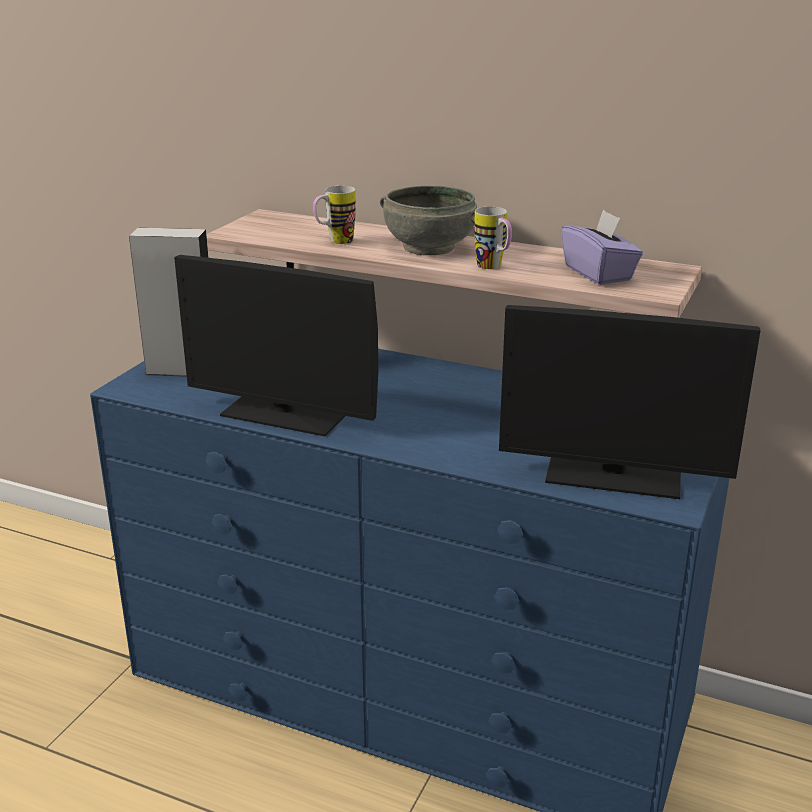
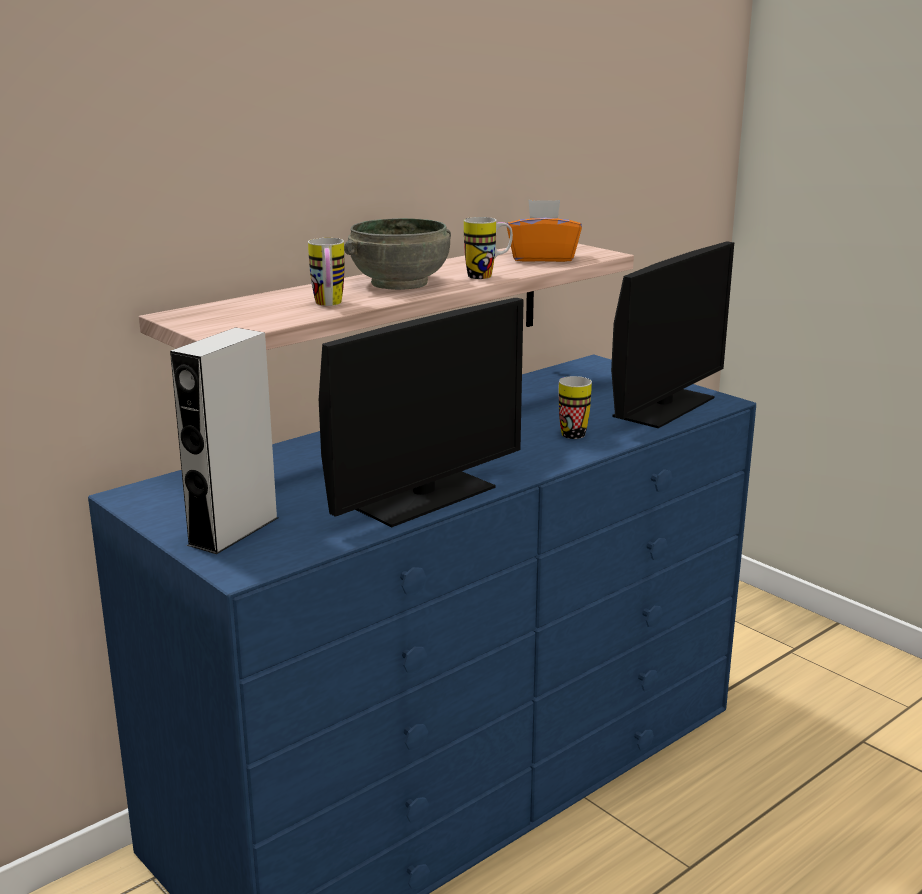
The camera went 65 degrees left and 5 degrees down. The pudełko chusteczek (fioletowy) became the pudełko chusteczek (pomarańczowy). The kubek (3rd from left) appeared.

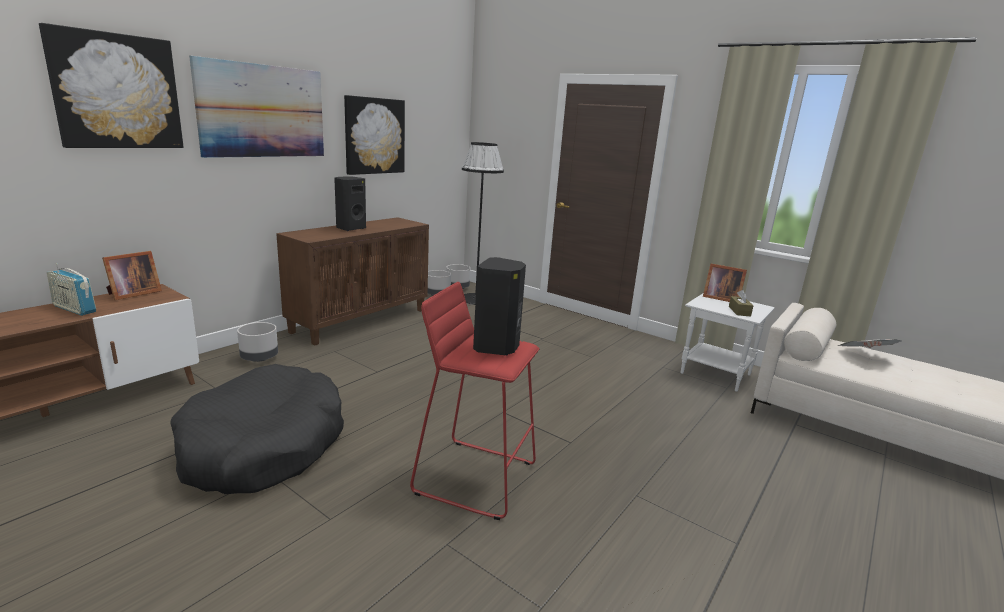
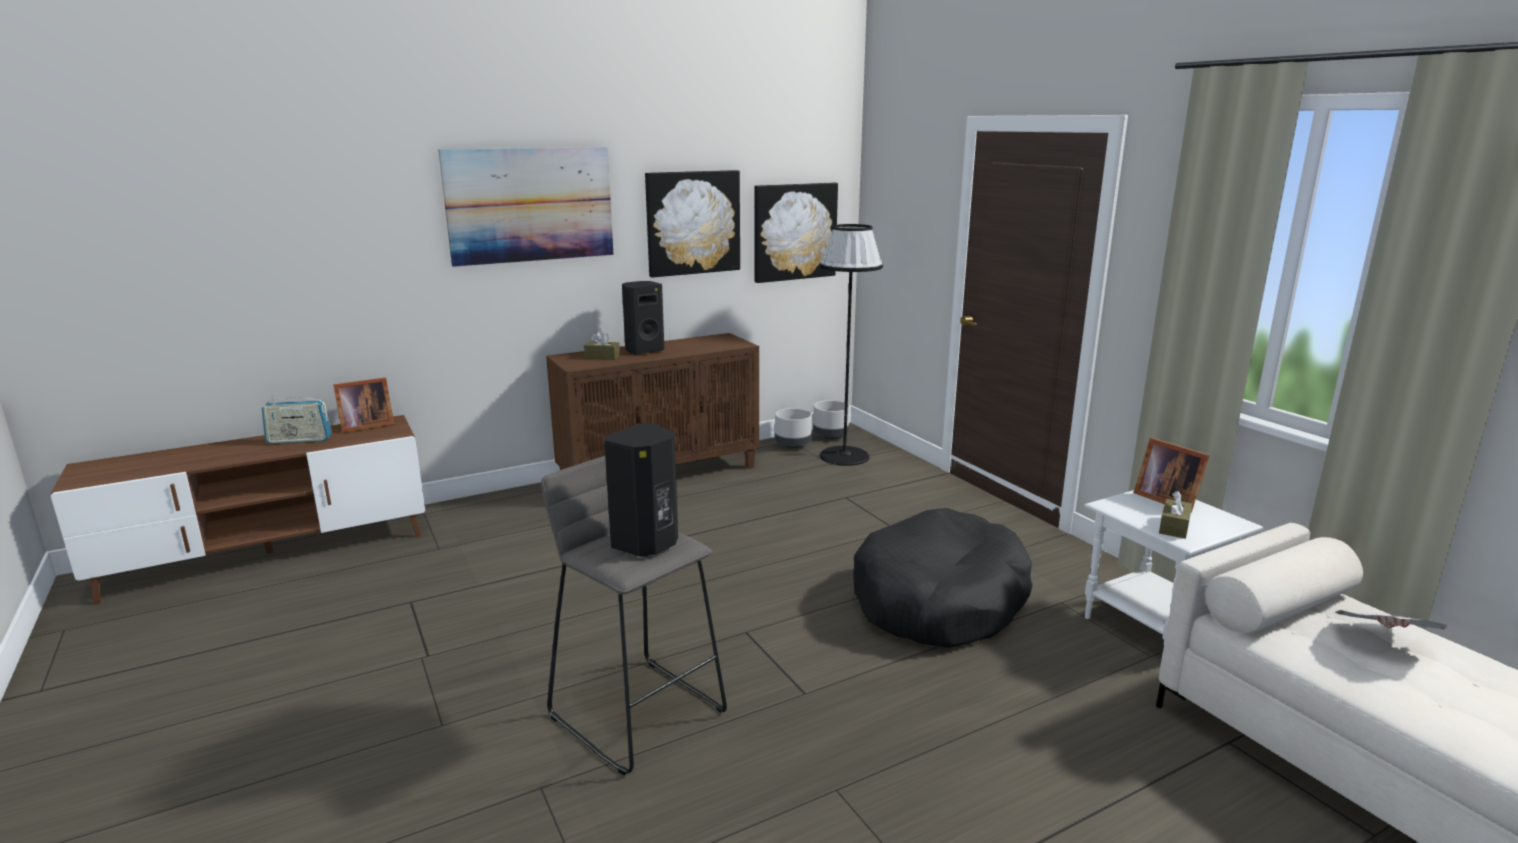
The camera went 25 degrees right and 0 degrees up. The obraz (1st from left in the first image) moved. The radio turned 60 degrees counterclockwise. The legowisko (czarny) moved. The donica (szary) (1st from left) disappeared. The stołek (czerwony) became the stołek (szary). The pudełko chusteczek (brązowy) (1st from left) appeared.

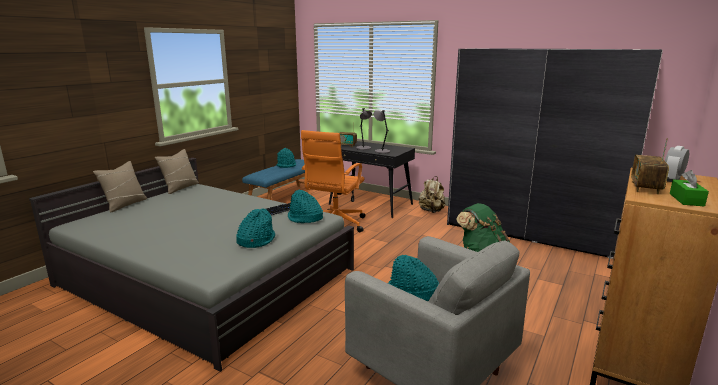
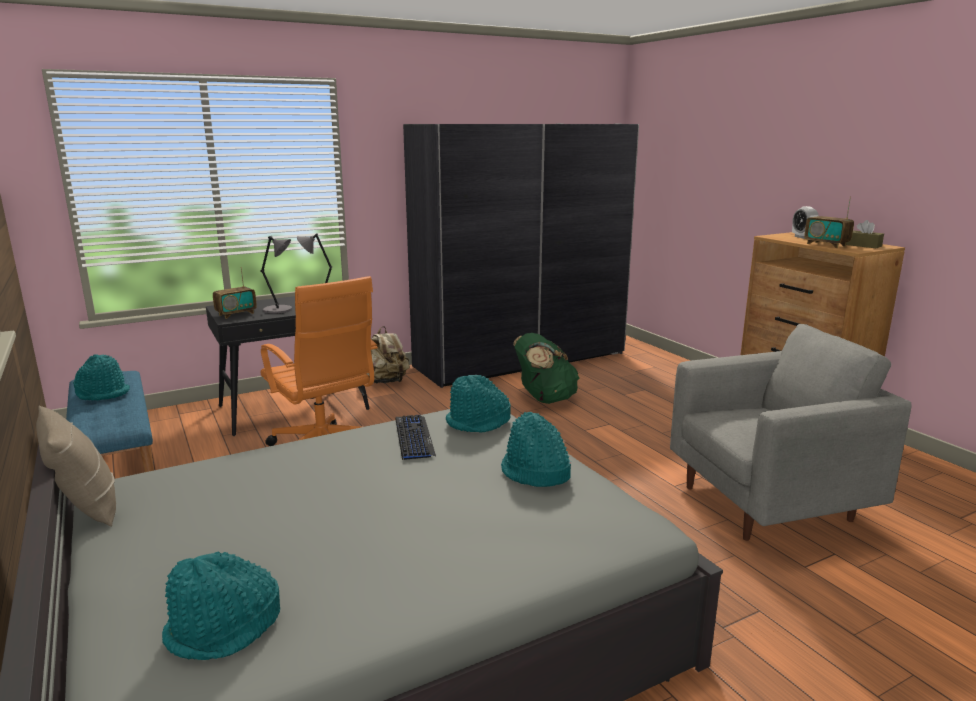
The camera went 60 degrees left and 0 degrees up. The poduszka (beżowy) (1st from left) disappeared. The kapelusz (turkusowy) (4th from left in the first image) moved. The pudełko chusteczek (zielony) became the pudełko chusteczek (brązowy).

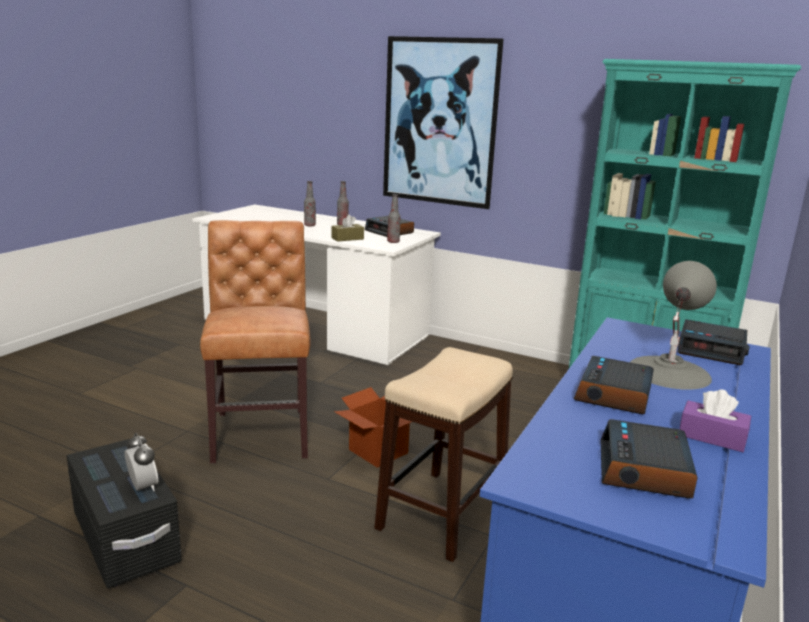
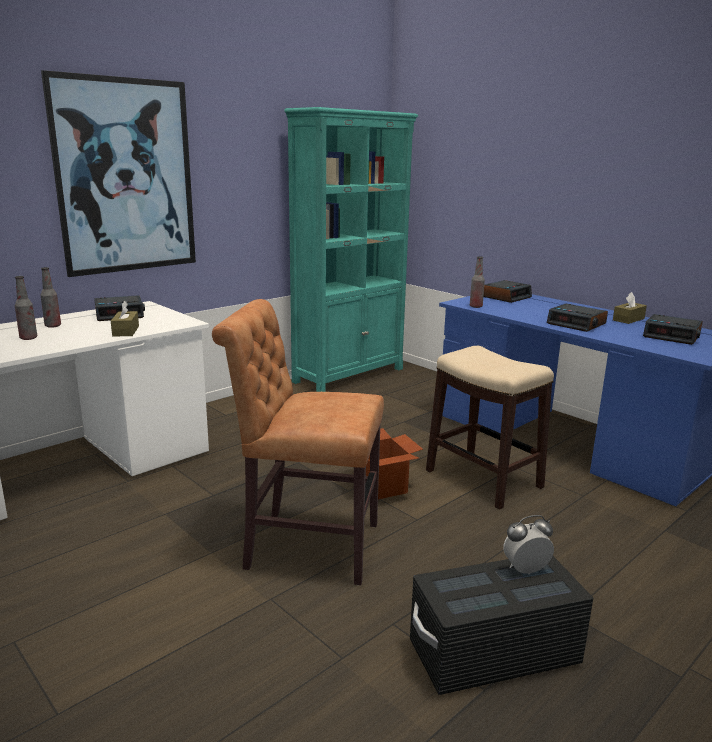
The camera went 70 degrees left and 0 degrees up. The butelka (3rd from left) moved. The lampa stołowa (szary) disappeared. The pudełko chusteczek (fioletowy) became the pudełko chusteczek (brązowy) (2nd from left).

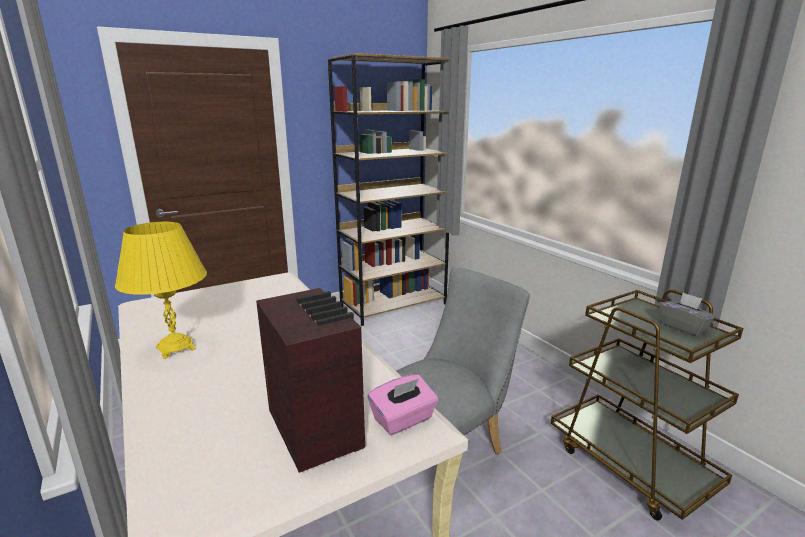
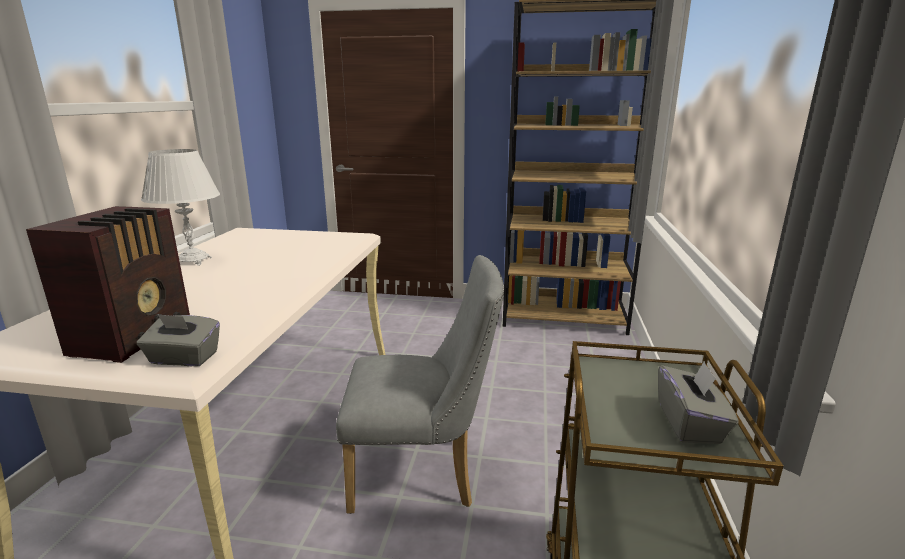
The camera went 40 degrees right and 0 degrees up. The lampa stołowa (żółty) became the lampa stołowa (biały). The pudełko chusteczek (różowy) became the pudełko chusteczek (szary) (1st from left).

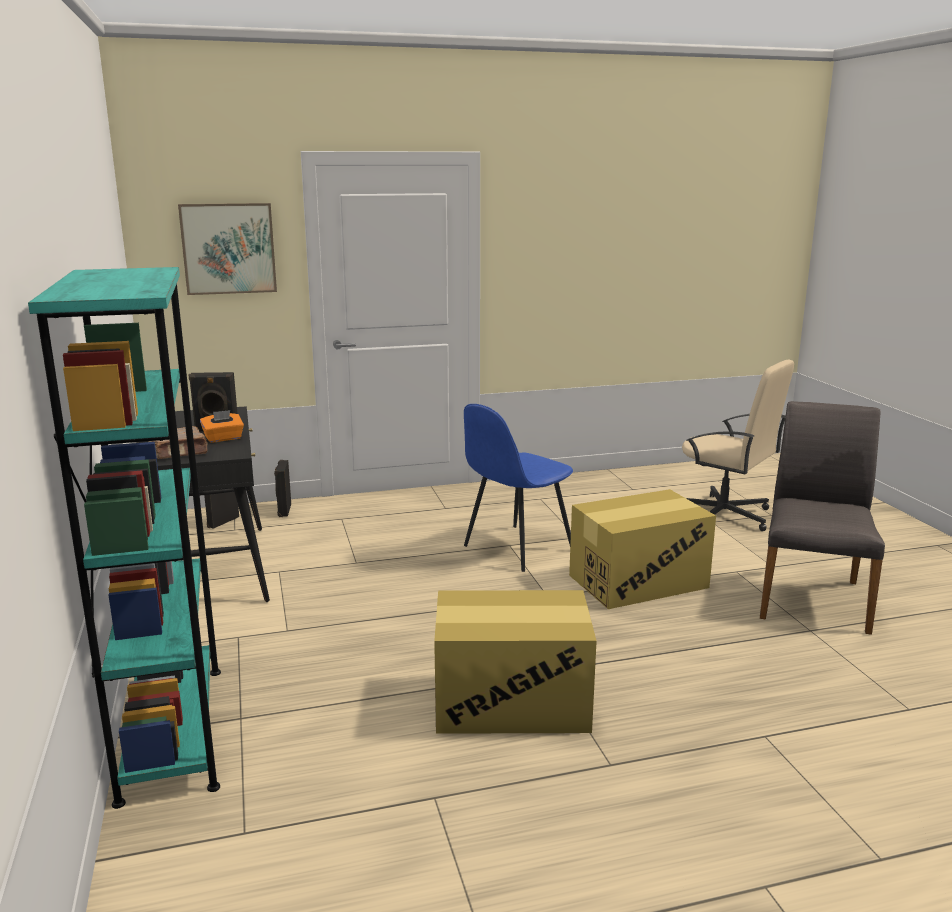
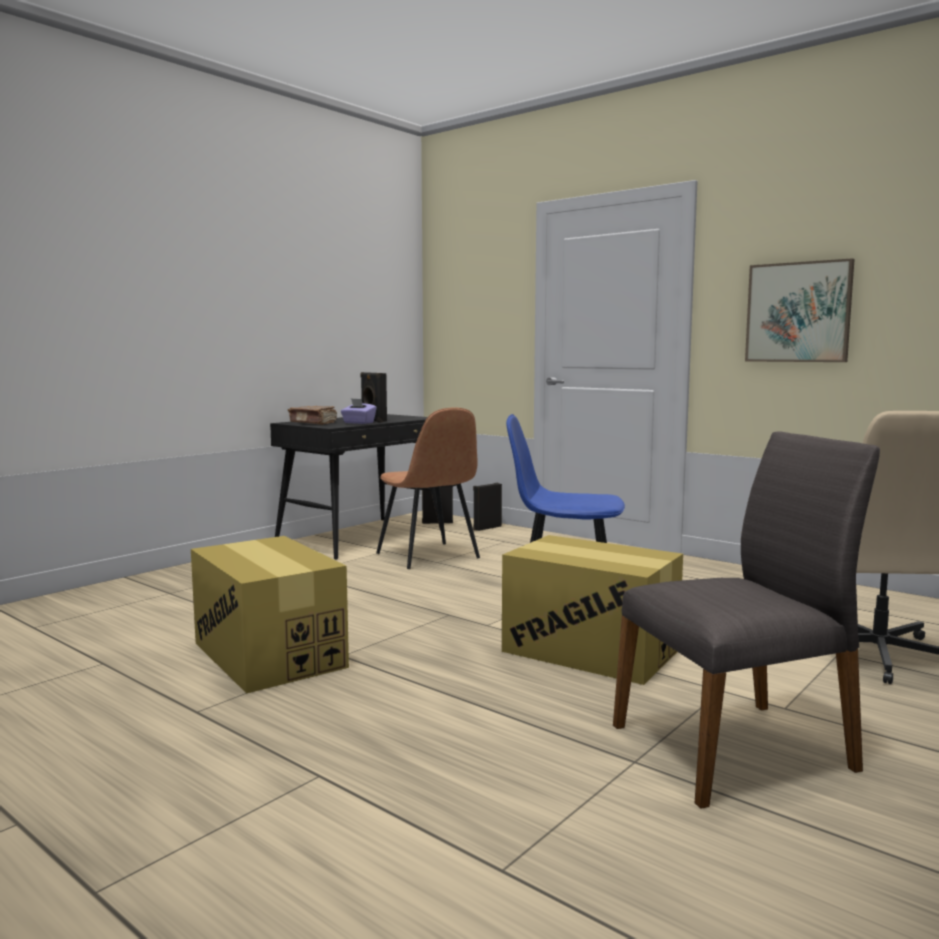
The camera went 55 degrees right and 10 degrees down. The regał (turkusowy) disappeared. The obraz moved. The pudełko chusteczek (pomarańczowy) became the pudełko chusteczek (fioletowy). The krzesło (brązowy) appeared.

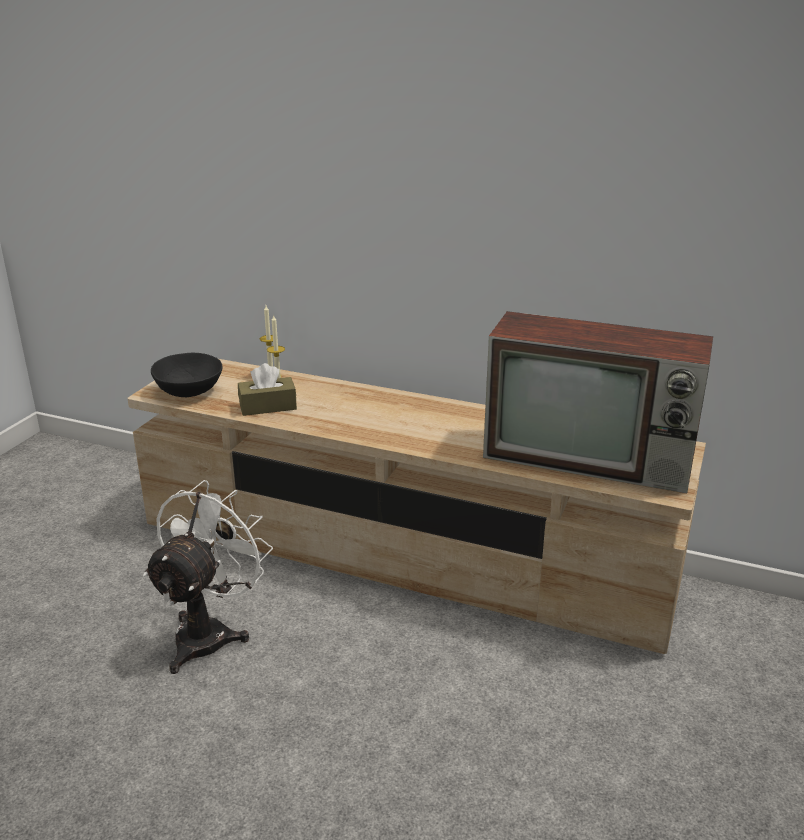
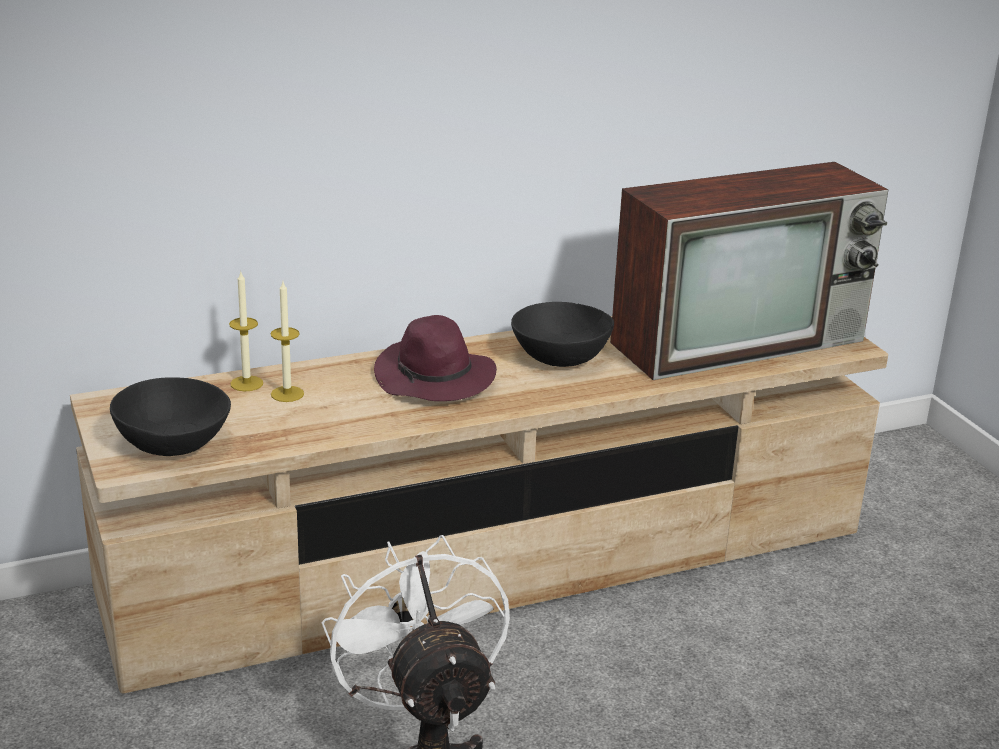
The camera went 45 degrees left and 0 degrees up. The pudełko chusteczek (brązowy) disappeared. The kapelusz (fioletowy) appeared. The miska (czarny) (2nd from left) appeared.

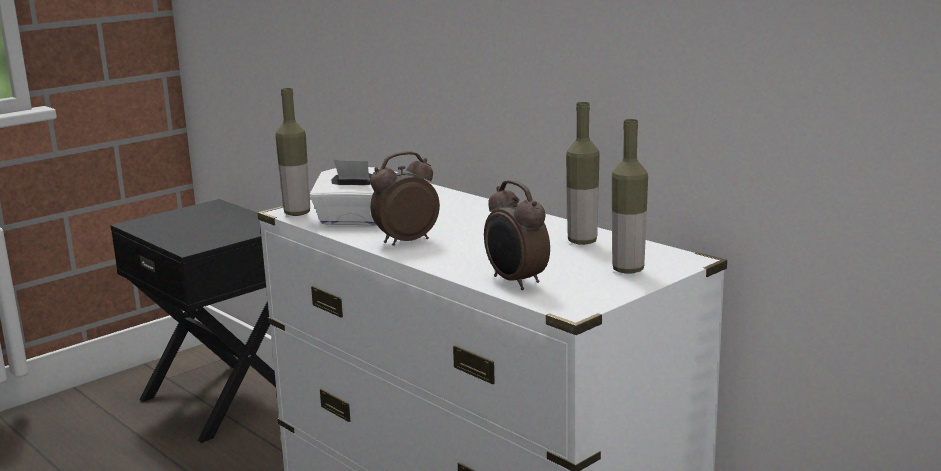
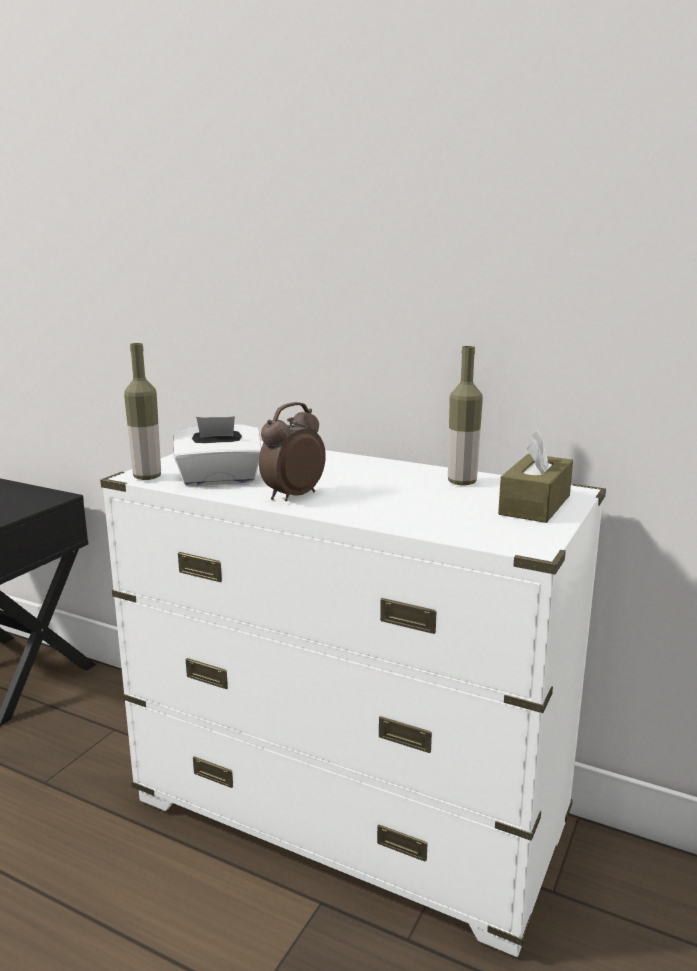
The camera went 20 degrees left and 0 degrees up. The budzik (2nd from left) disappeared. The butelka (3rd from left) was replaced by the pudełko chusteczek (brązowy).

